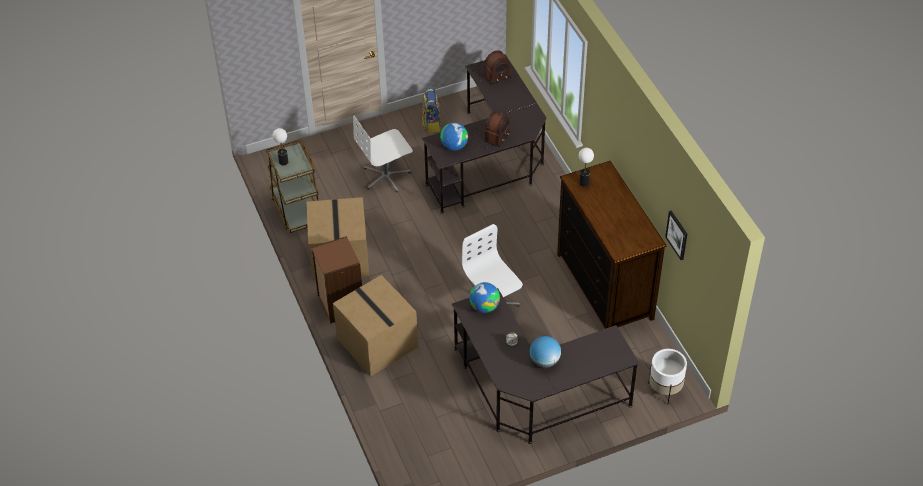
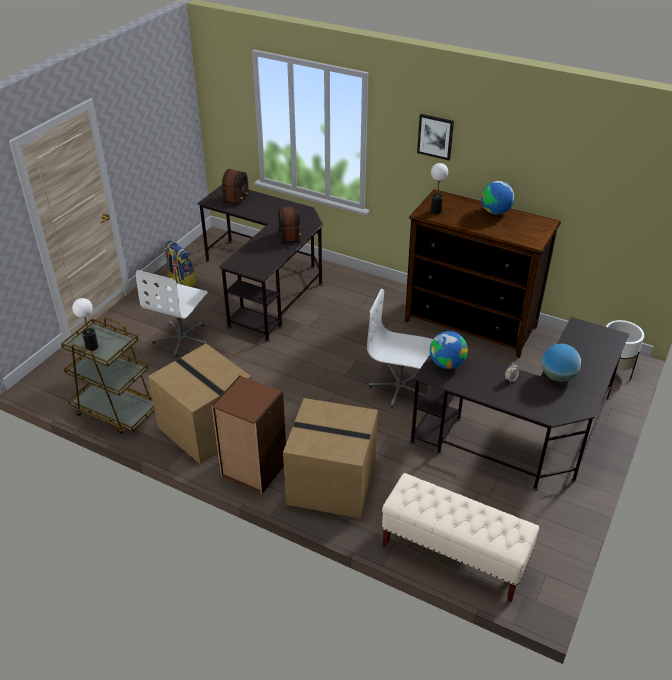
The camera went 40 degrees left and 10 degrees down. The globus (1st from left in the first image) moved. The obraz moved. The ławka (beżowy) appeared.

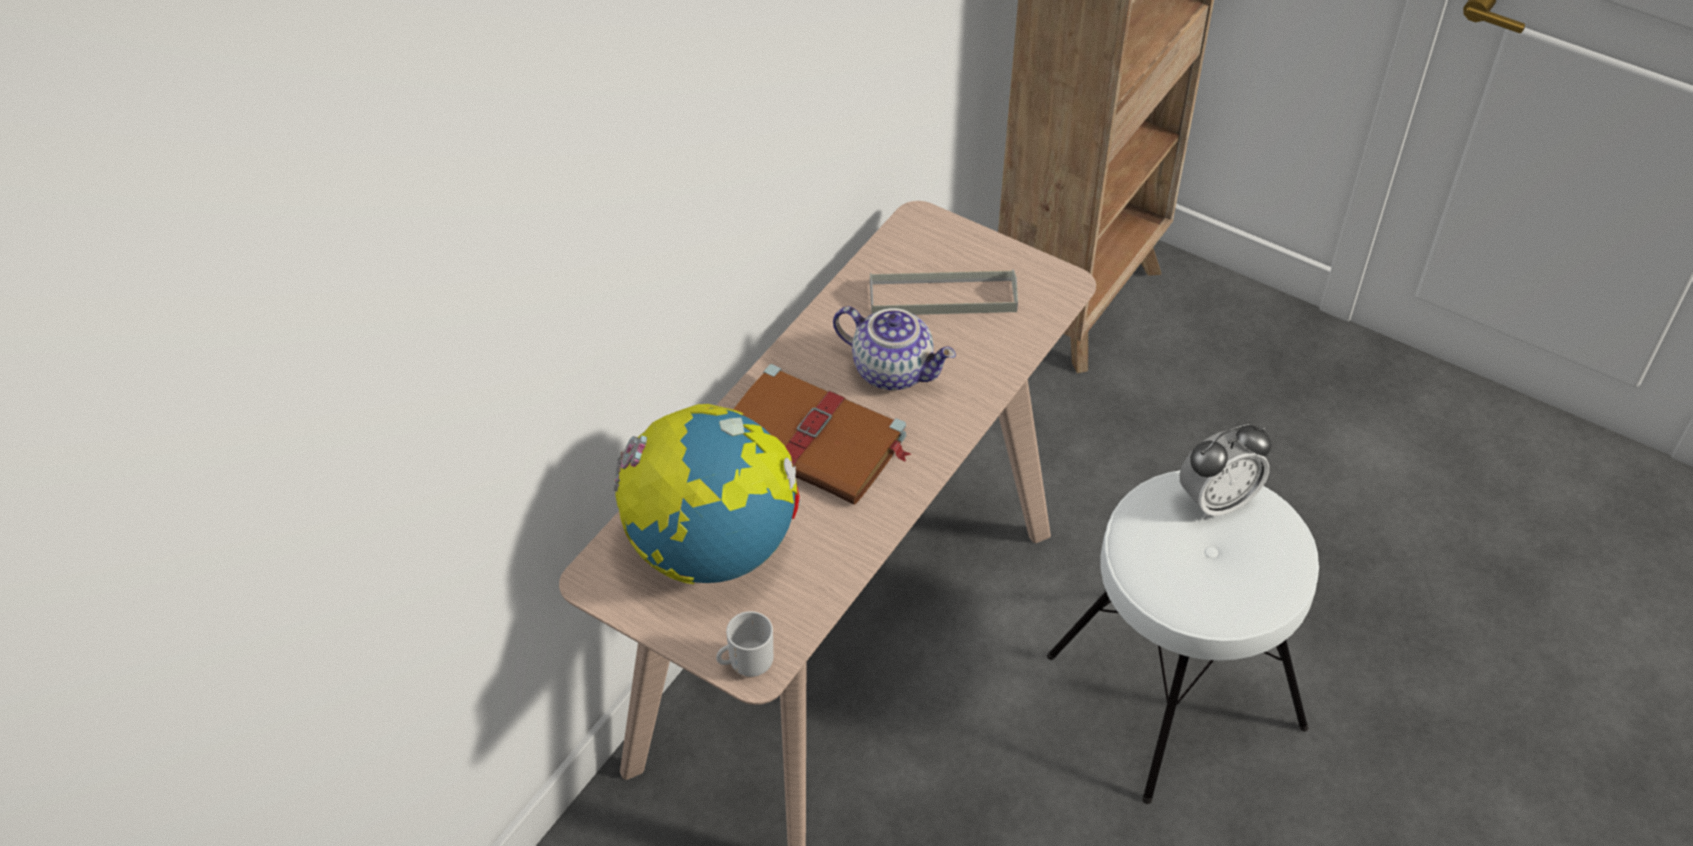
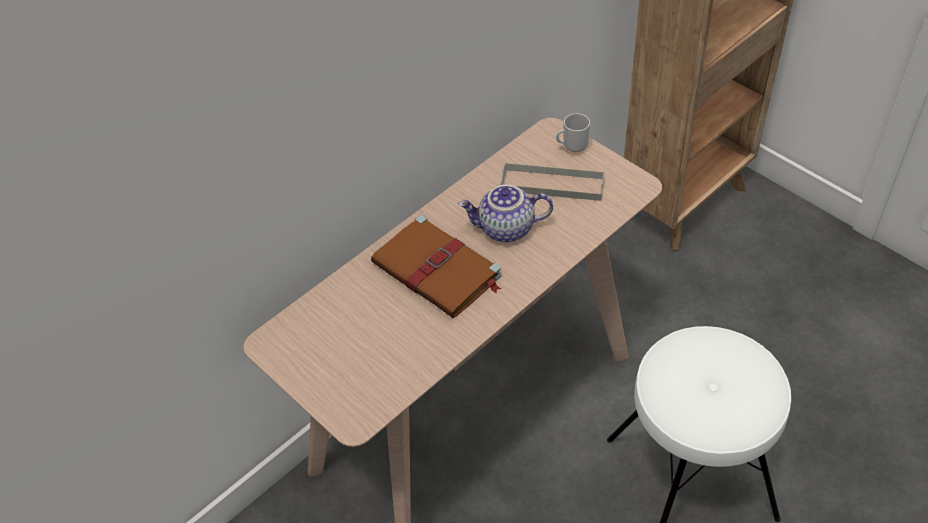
The camera went 15 degrees right and 0 degrees up. The globus disappeared. The kubek moved. The imbryk turned 135 degrees clockwise. The budzik disappeared.

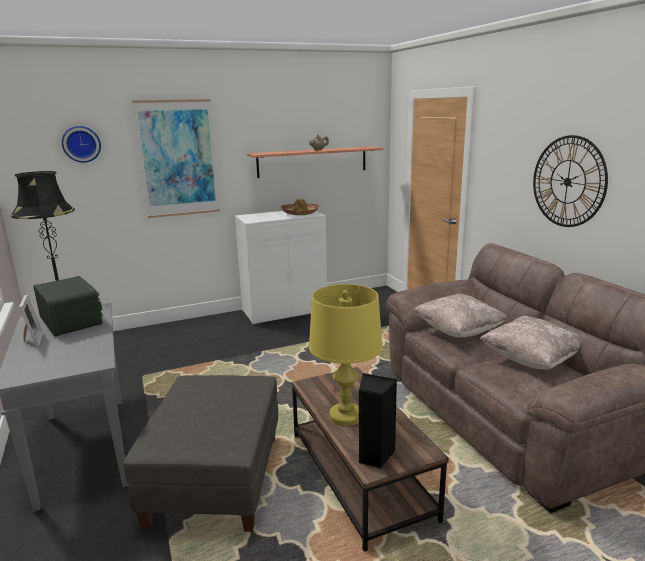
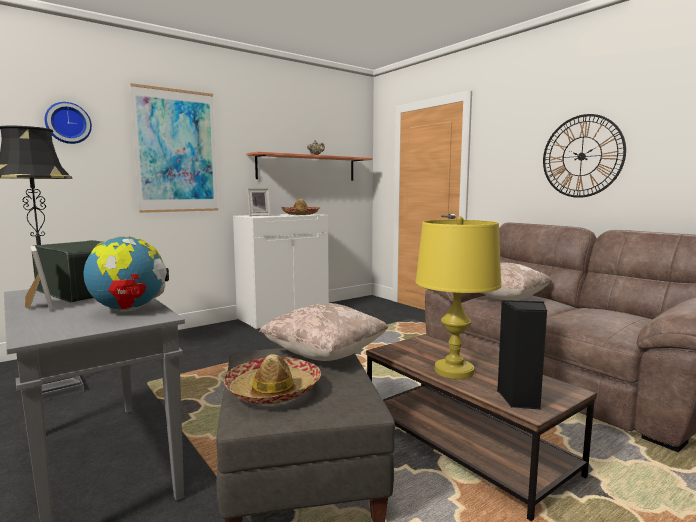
The camera went 15 degrees left and 10 degrees down. The poduszka (beżowy) (2nd from left in the first image) moved. The globus appeared. The kapelusz (1st from left) appeared. The ramka na zdjęcie (2nd from left) appeared.

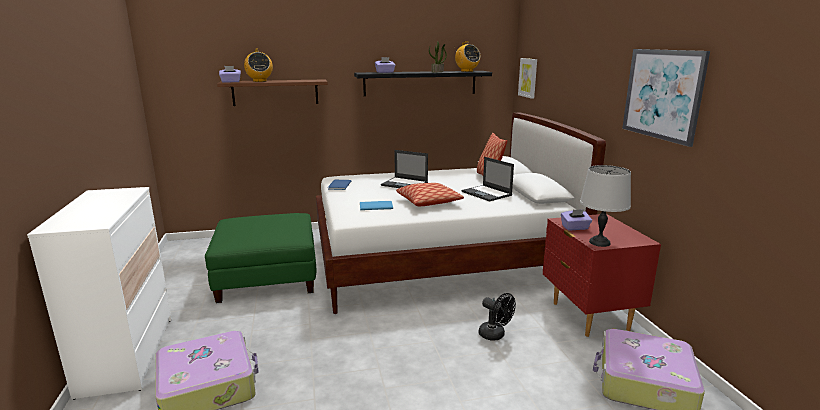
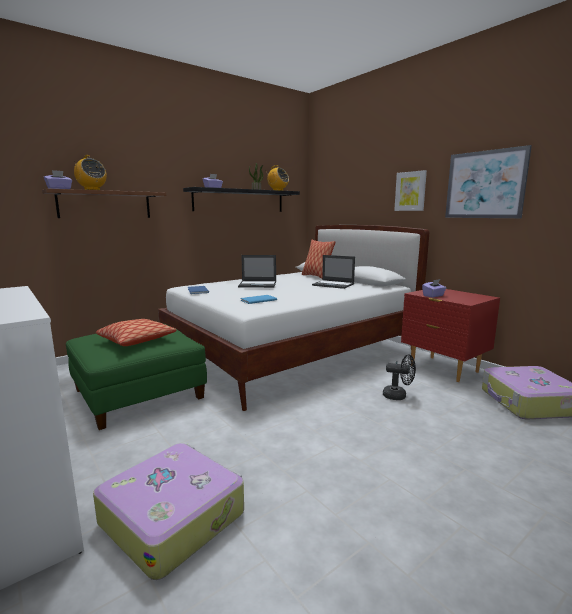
The camera went 25 degrees left and 5 degrees down. The poduszka (1st from left) moved. The obraz (1st from left) moved. The lampa stołowa (szary) disappeared.

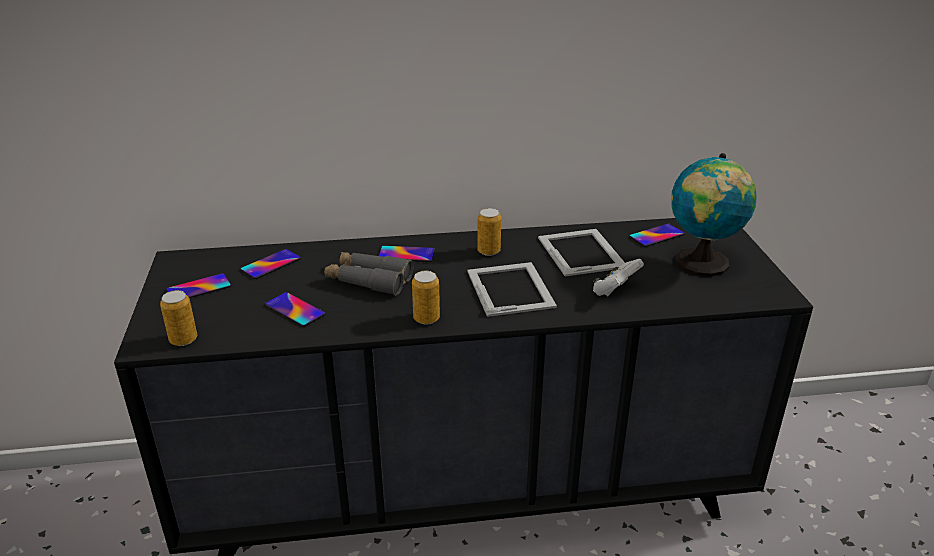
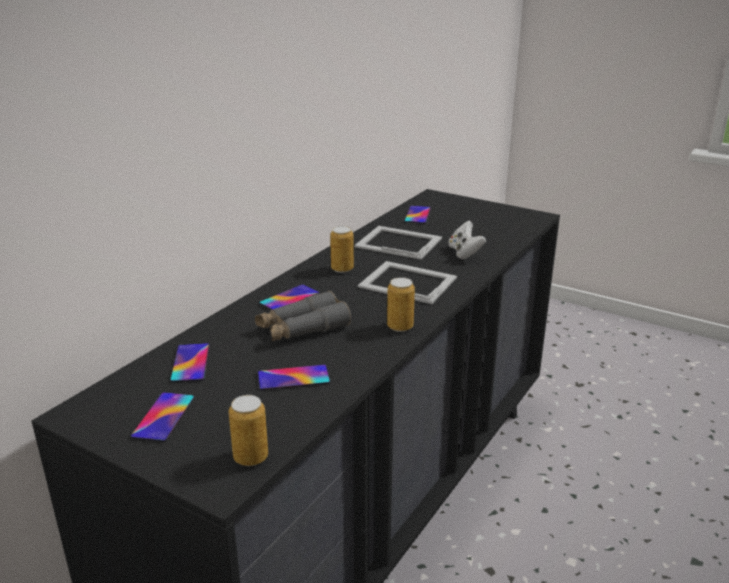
The camera went 50 degrees left and 5 degrees down. The globus disappeared.

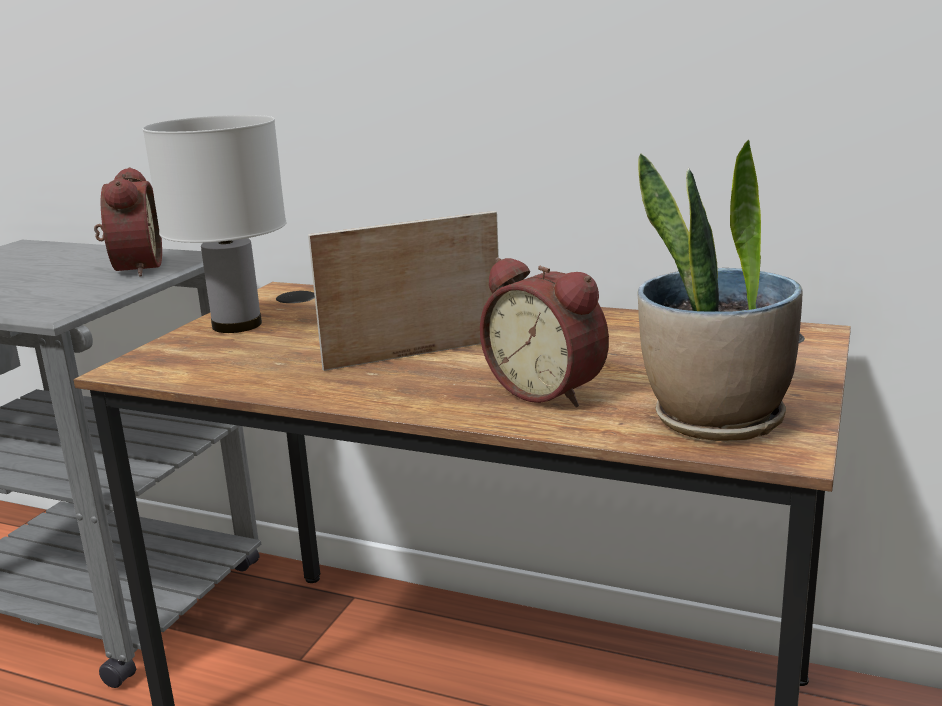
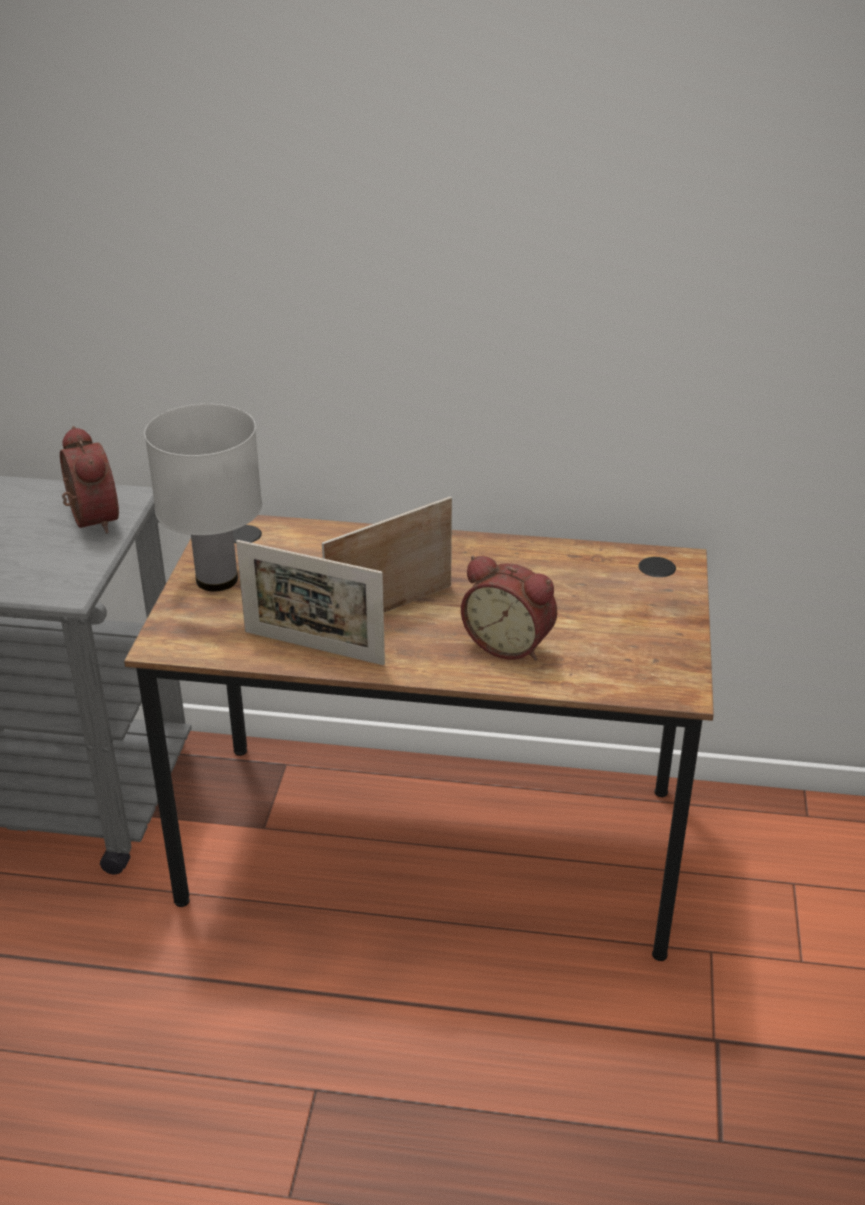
The camera went 15 degrees left and 15 degrees up. The roślina doniczkowa disappeared. The ramka na zdjęcie (1st from left) appeared.

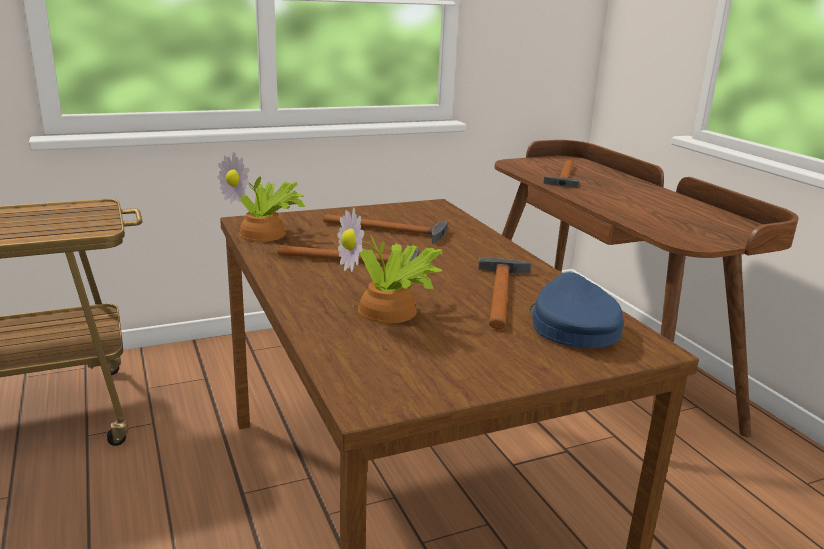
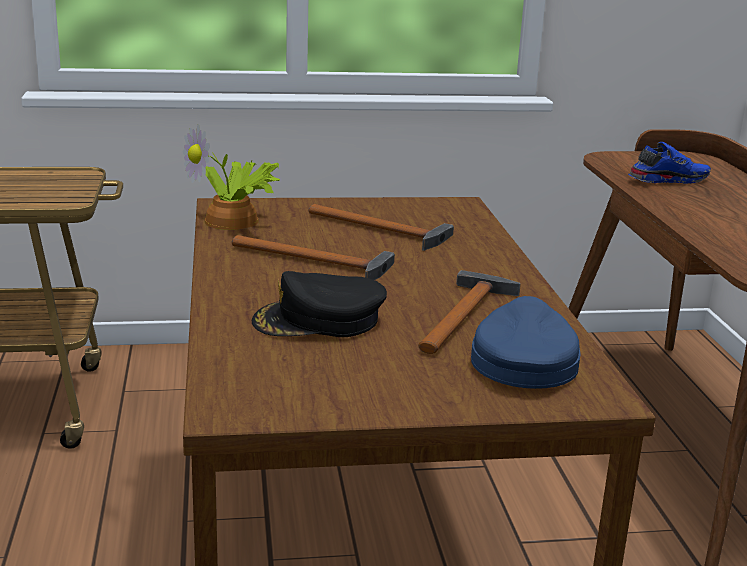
The camera went 15 degrees right and 0 degrees up. The roślina doniczkowa (2nd from left) was replaced by the czapka z daszkiem (czarny). The młotek (4th from left) was replaced by the but (niebieski).

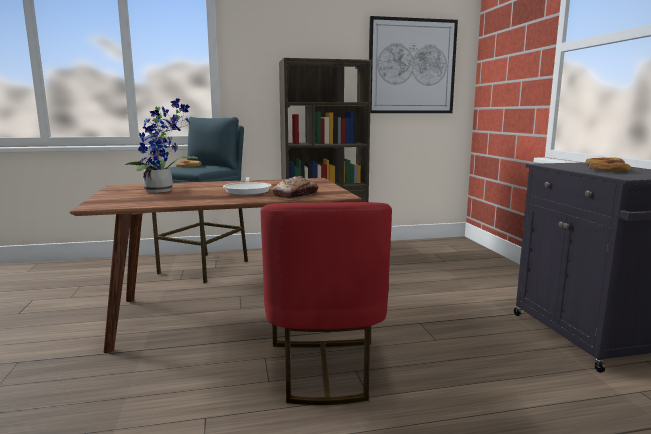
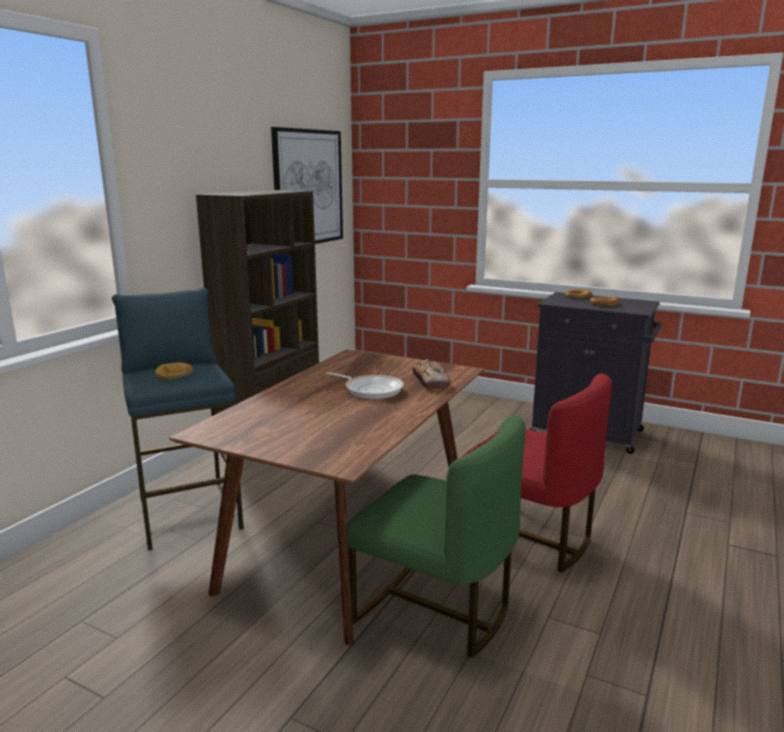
The camera went 50 degrees left and 5 degrees up. The roślina doniczkowa disappeared. The krzesło (zielony) appeared.

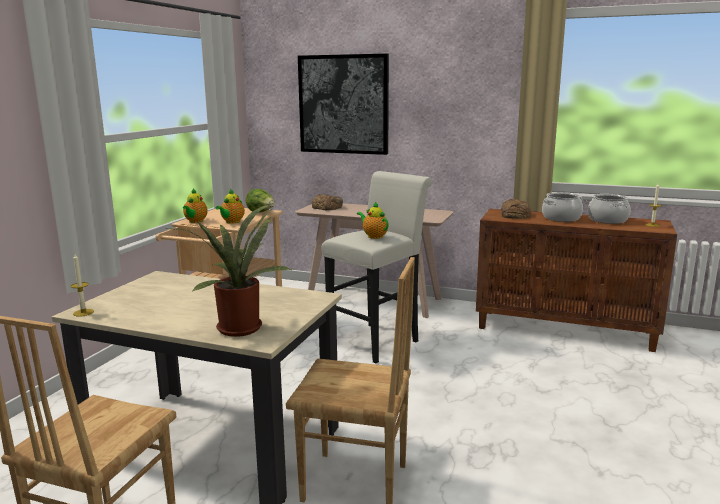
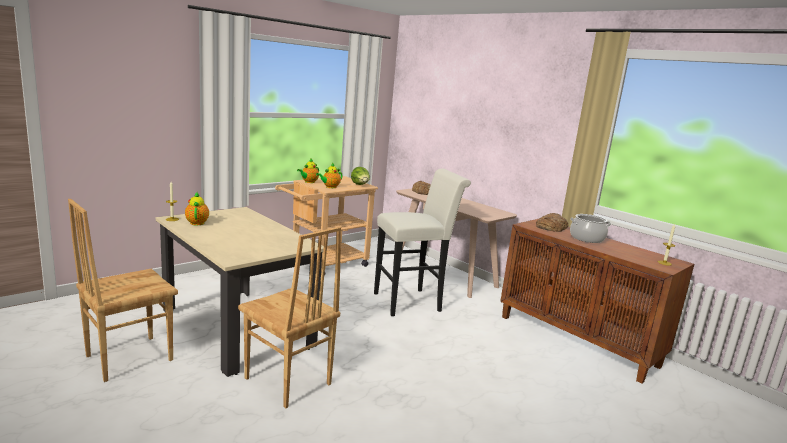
The camera went 25 degrees right and 0 degrees up. The roślina doniczkowa disappeared. The obraz disappeared. The imbryk (3rd from left in the first image) moved. The garnek (2nd from left) disappeared.

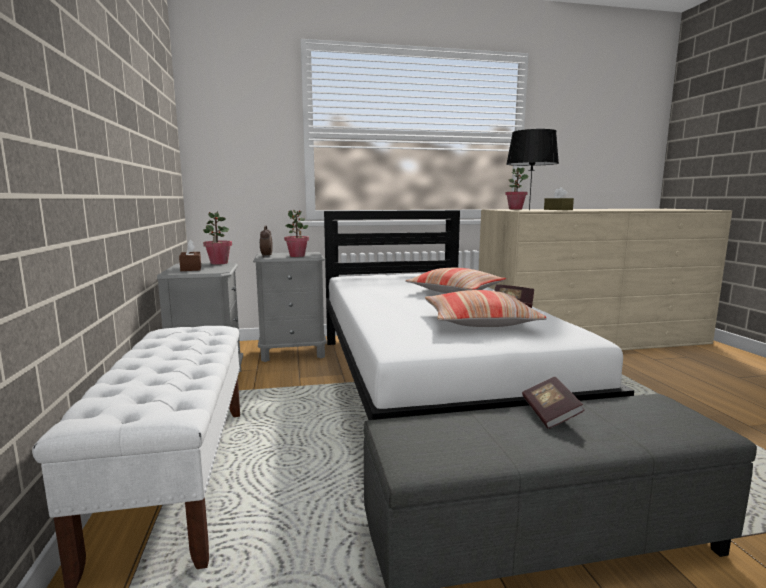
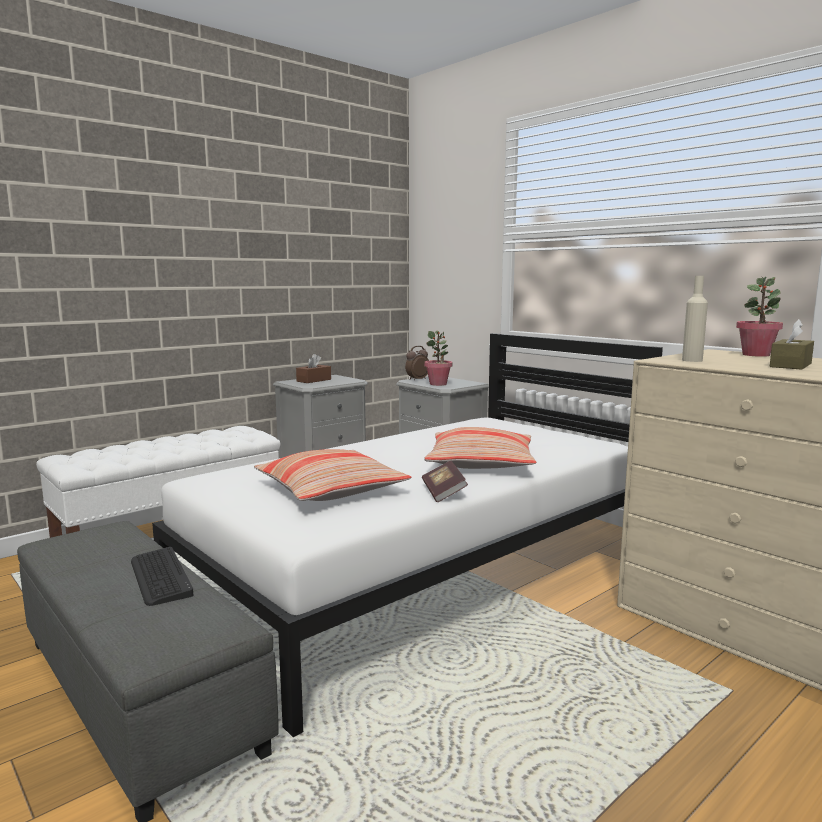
The camera went 60 degrees right and 0 degrees up. The roślina doniczkowa (1st from left) disappeared. The lampa stołowa (czarny) was replaced by the butelka (beżowy). The książka (2nd from left) was replaced by the klawiatura.

